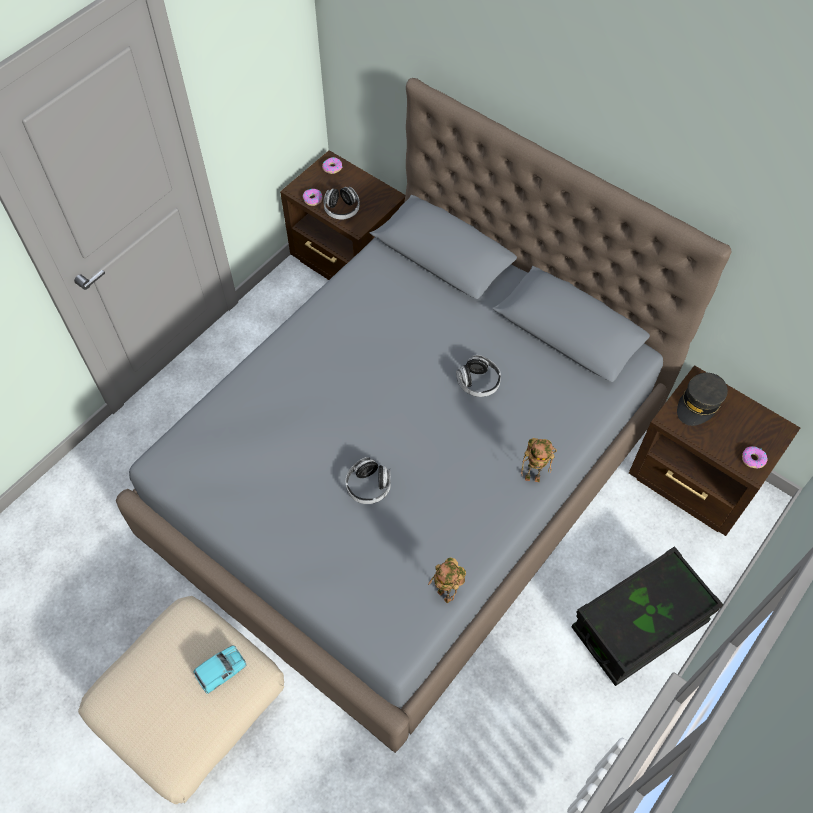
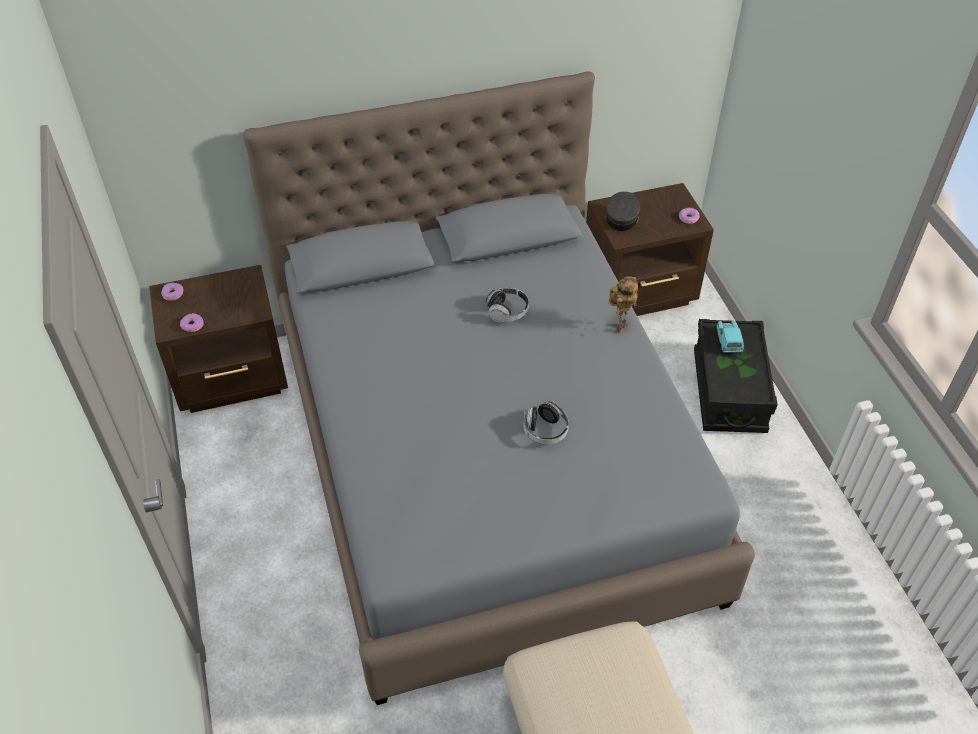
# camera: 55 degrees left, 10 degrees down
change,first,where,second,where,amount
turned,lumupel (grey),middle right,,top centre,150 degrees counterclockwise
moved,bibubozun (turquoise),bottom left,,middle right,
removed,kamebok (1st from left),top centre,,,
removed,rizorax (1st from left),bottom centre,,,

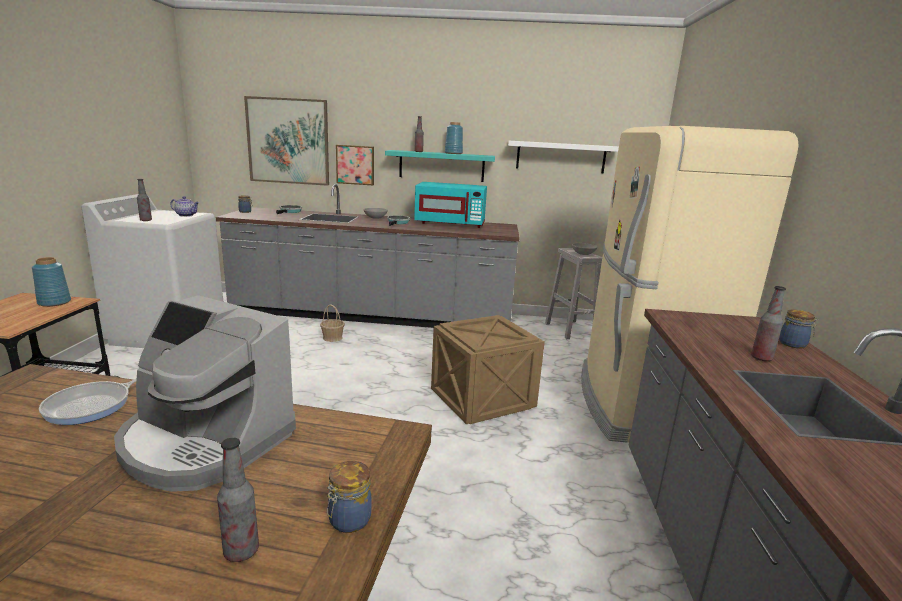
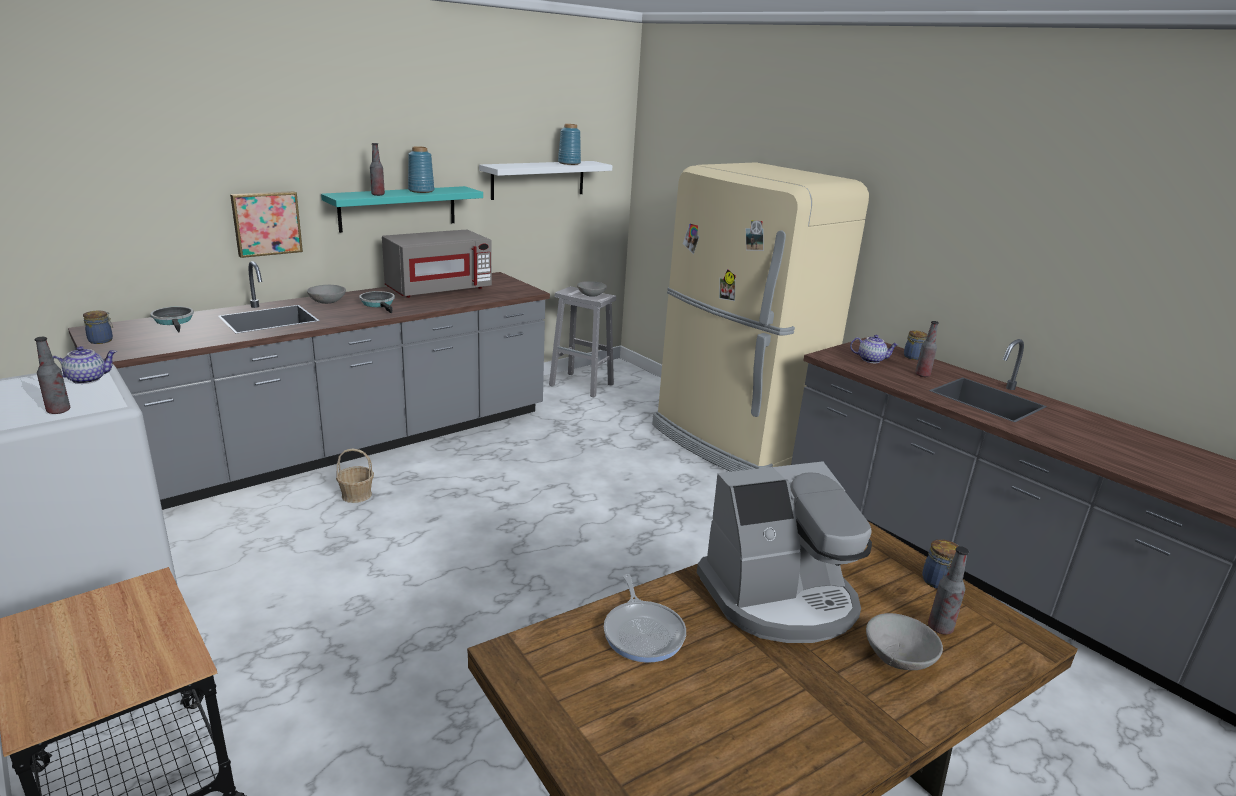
# camera: 45 degrees left, 5 degrees up
change,first,where,second,where,amount
recoloured,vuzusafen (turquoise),centre,vuzusafen (grey),top centre,
moved,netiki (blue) (1st from left in the first image),middle left,netiki (blue) (2nd from left),top centre,
added,,,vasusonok (2nd from left),middle right,
added,,,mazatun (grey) (3rd from left),bottom right,
removed,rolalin (1st from left),top left,,,
removed,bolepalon,centre,,,

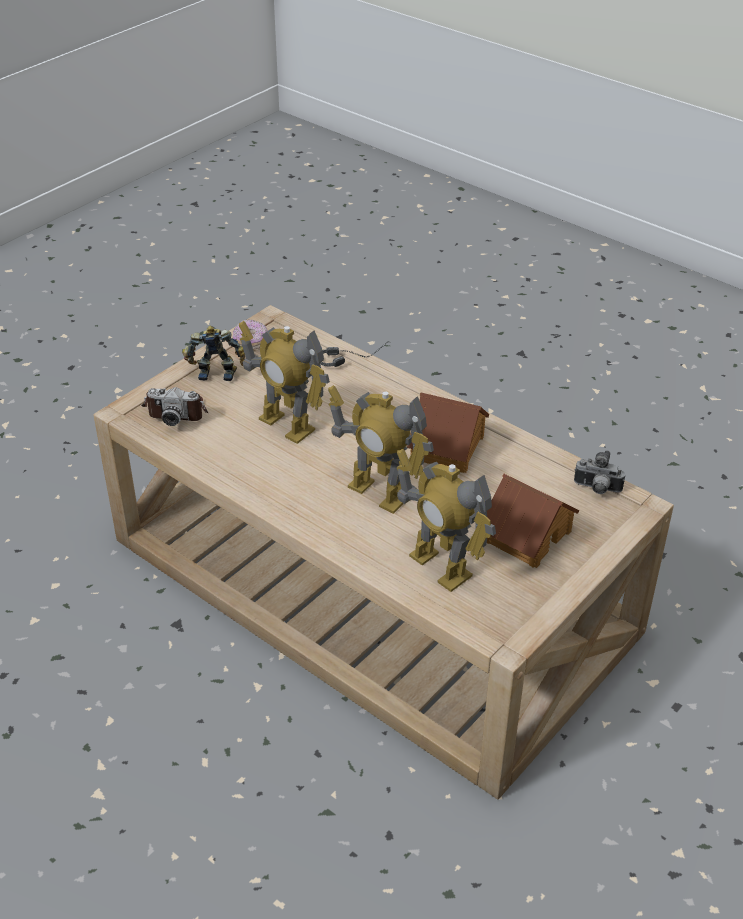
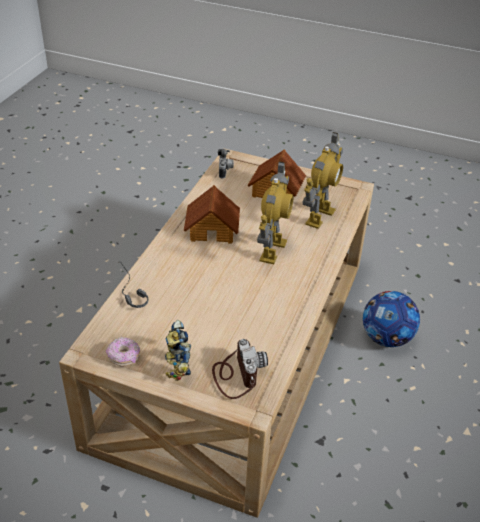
# camera: 110 degrees left, 0 degrees up
change,first,where,second,where,amount
added,,,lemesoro,middle right,
removed,rizorax (2nd from left),centre,,,

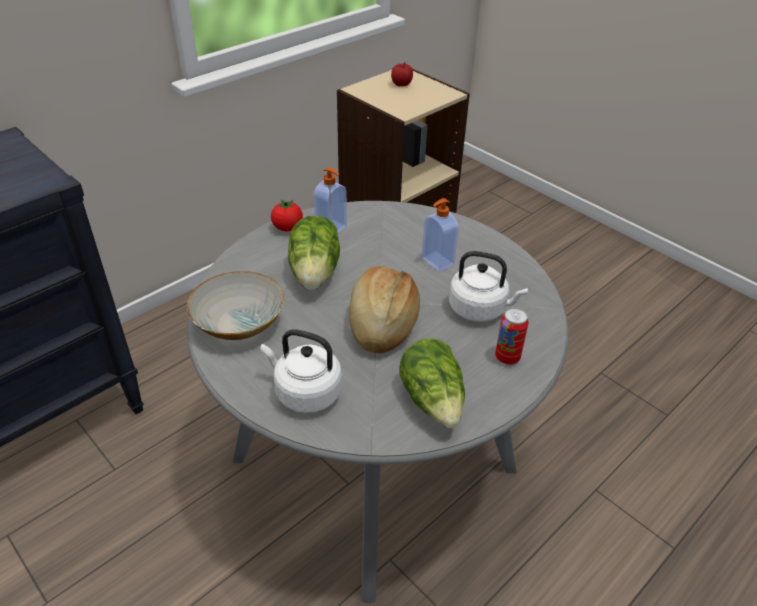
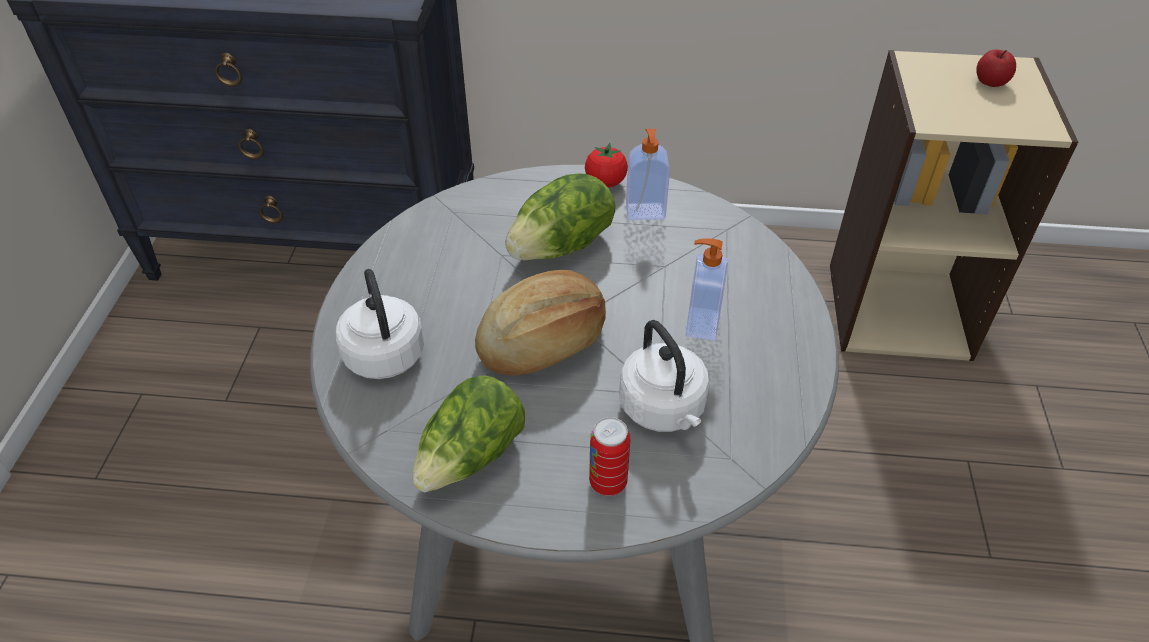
# camera: 50 degrees right, 5 degrees up
change,first,where,second,where,amount
removed,mazatun,middle left,,,

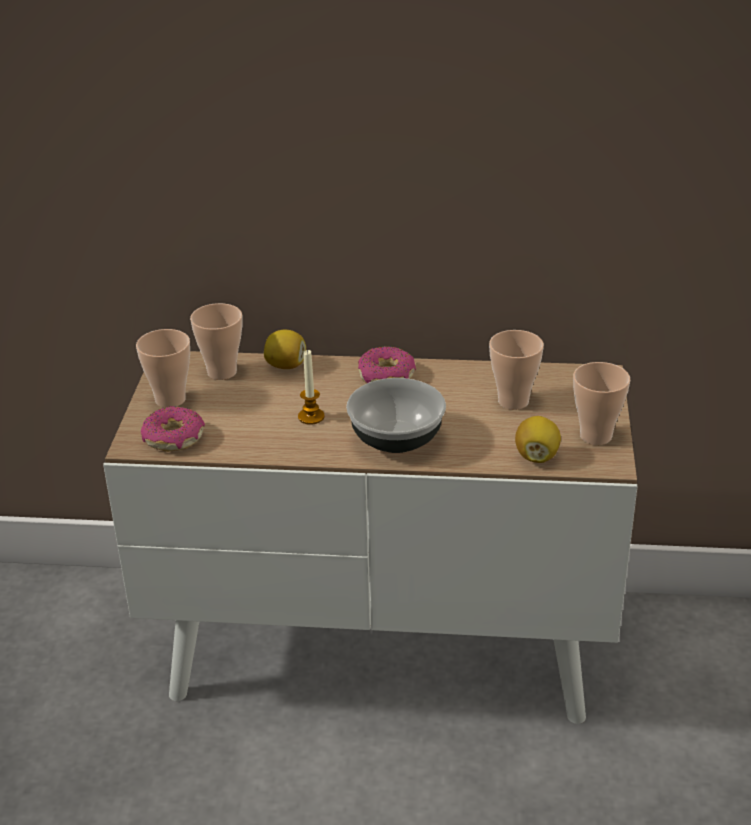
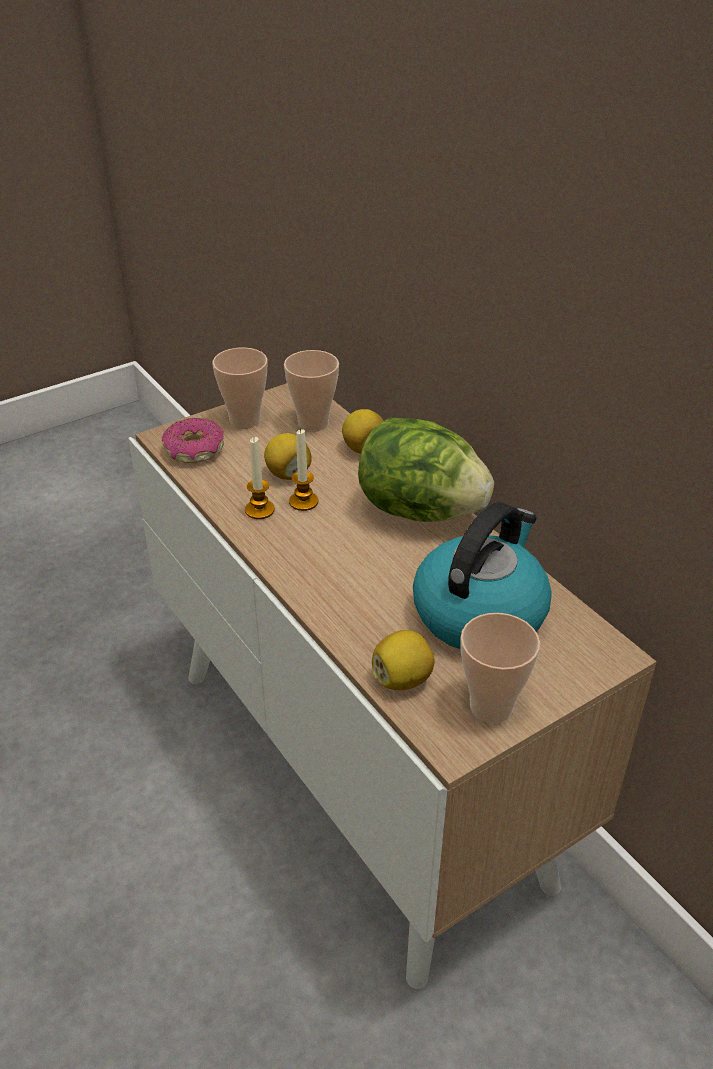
# camera: 50 degrees right, 5 degrees up
change,first,where,second,where,amount
added,,,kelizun (1st from left),centre,
added,,,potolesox (1st from left),centre,
replaced,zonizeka (2nd from left),centre,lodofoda,centre,
replaced,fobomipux (3rd from left),middle right,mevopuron,middle right,
removed,mazatun,centre,,,

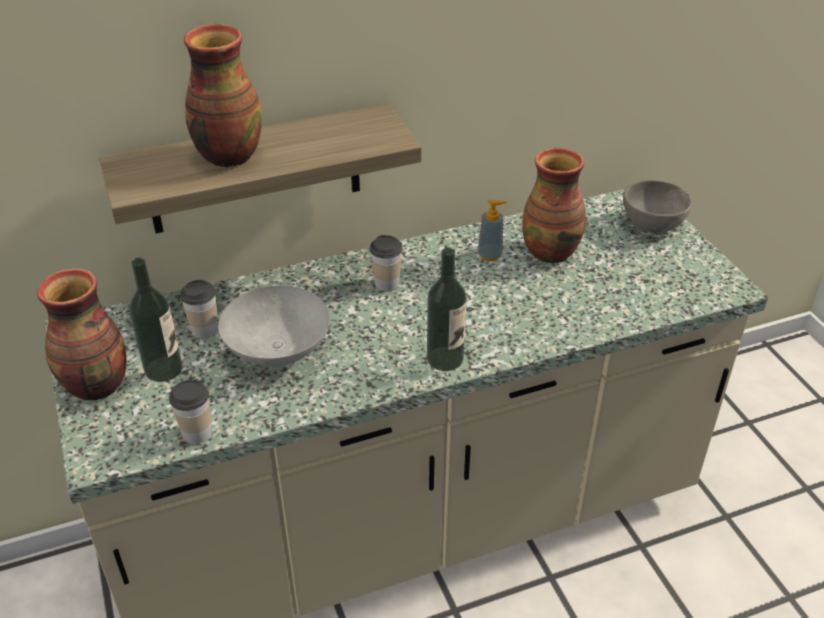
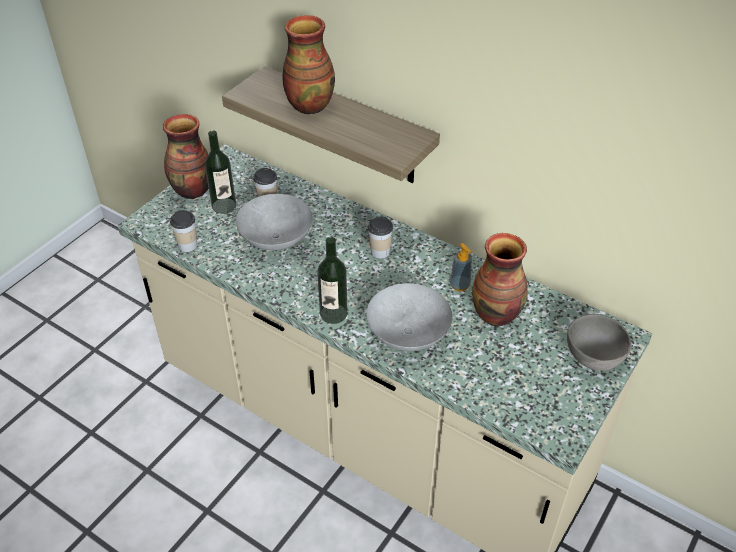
# camera: 55 degrees right, 5 degrees up
change,first,where,second,where,amount
added,,,mazatun (grey) (2nd from left),centre,

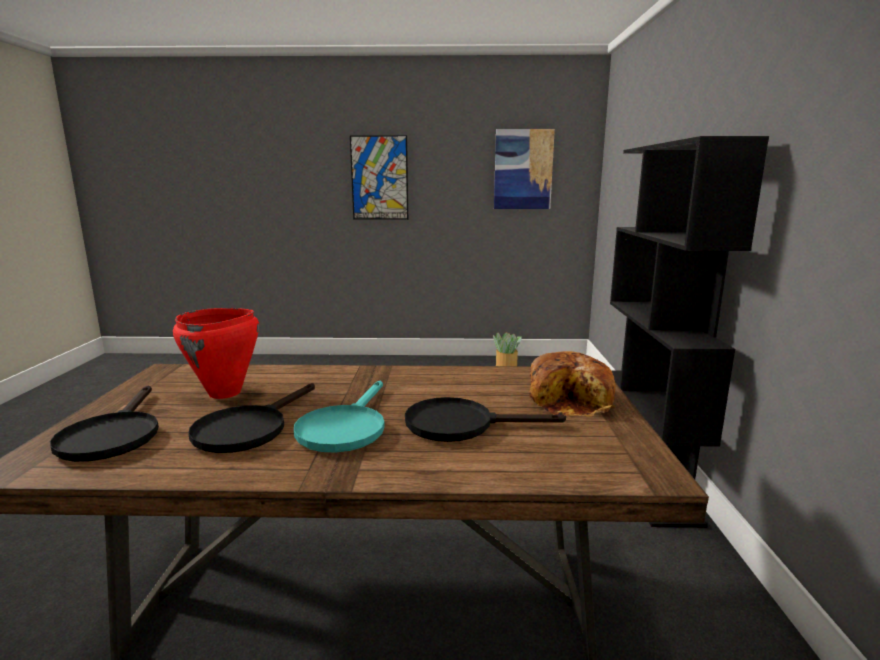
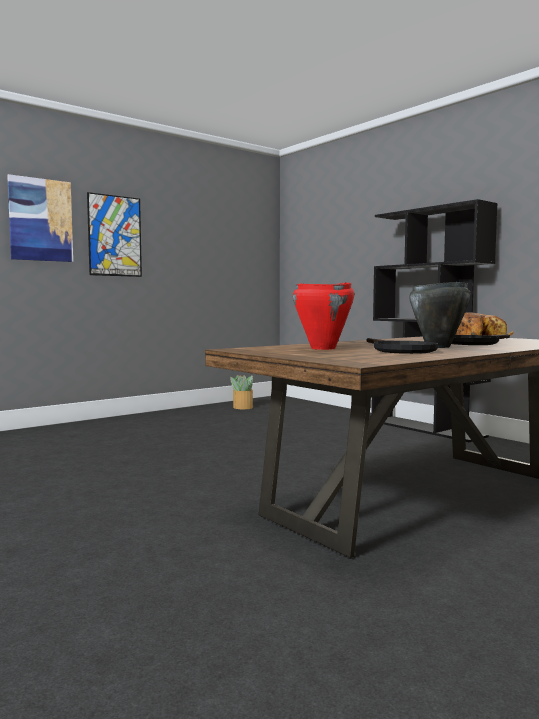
# camera: 40 degrees left, 10 degrees down
change,first,where,second,where,amount
moved,rolalin (2nd from left in the first image),top centre,rolalin (1st from left),top left,
replaced,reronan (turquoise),centre,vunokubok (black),middle right,
removed,reronan (black) (1st from left),middle left,,,

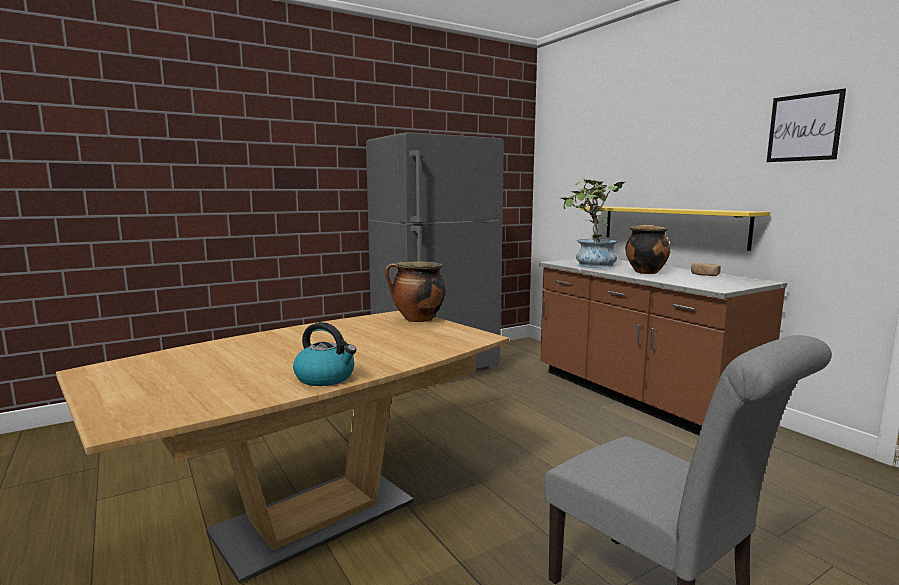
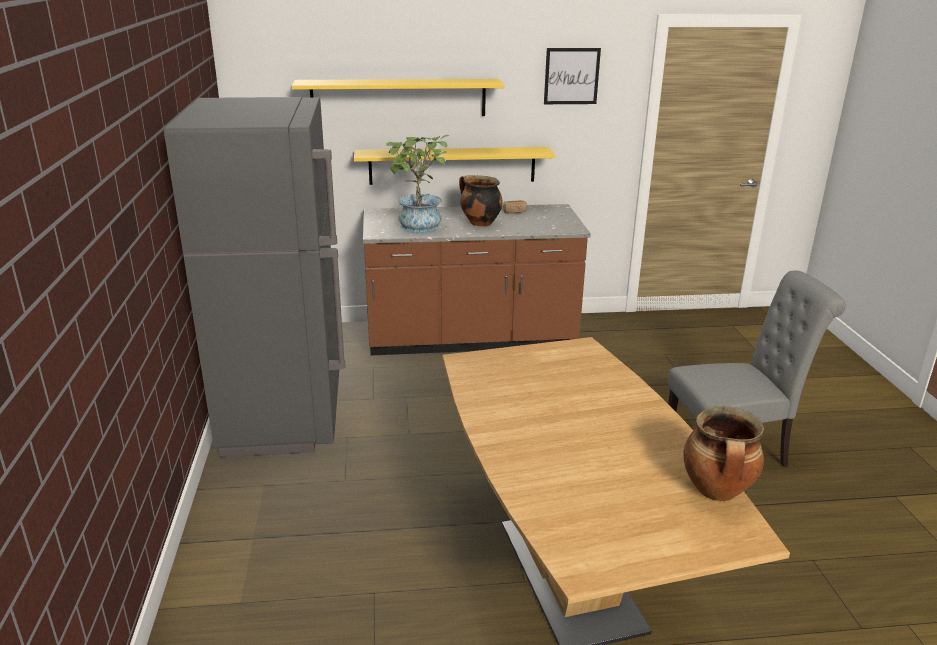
# camera: 65 degrees left, 15 degrees up
change,first,where,second,where,amount
added,,,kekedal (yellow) (1st from left),top centre,
moved,vunokubok (1st from left in the first image),centre,vunokubok (2nd from left),bottom right,
removed,mevopuron,centre,,,

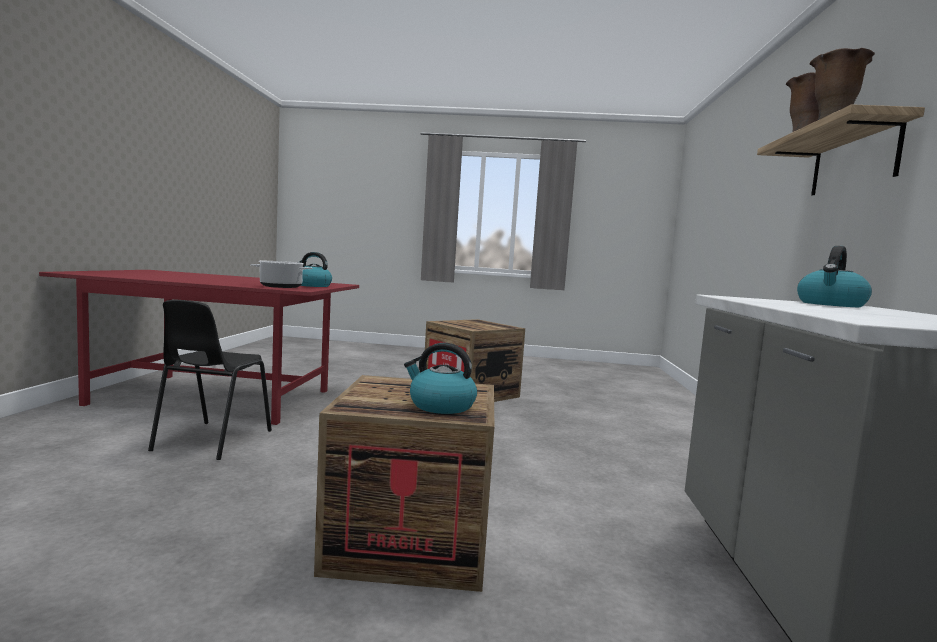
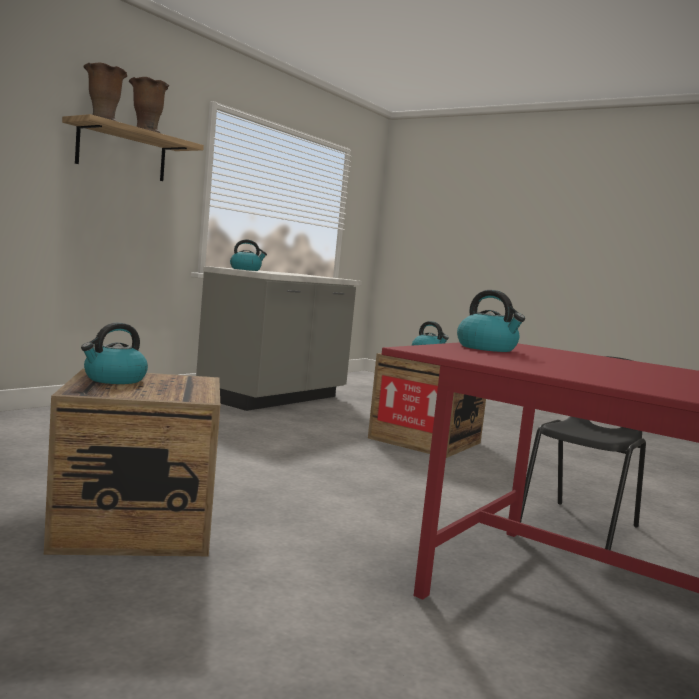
# camera: 150 degrees left, 0 degrees up
change,first,where,second,where,amount
added,,,mevopuron (1st from left),middle left,
removed,vunokubok,middle left,,,

